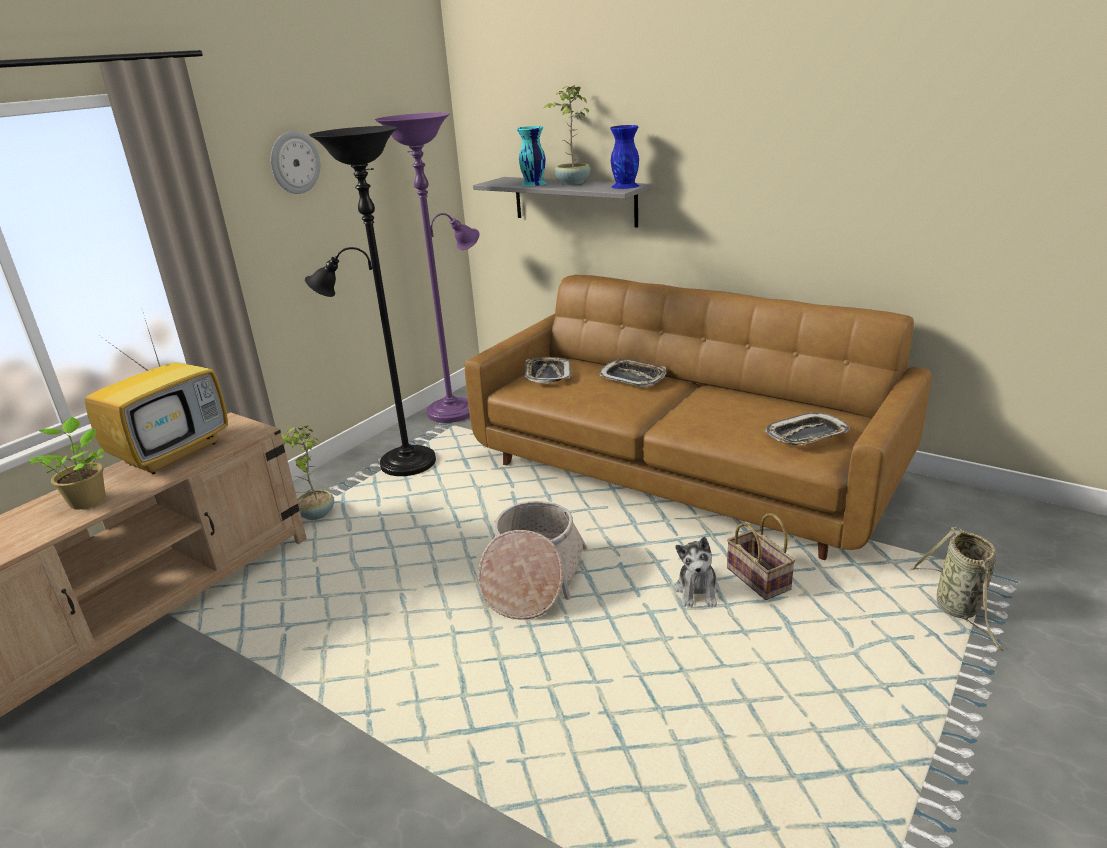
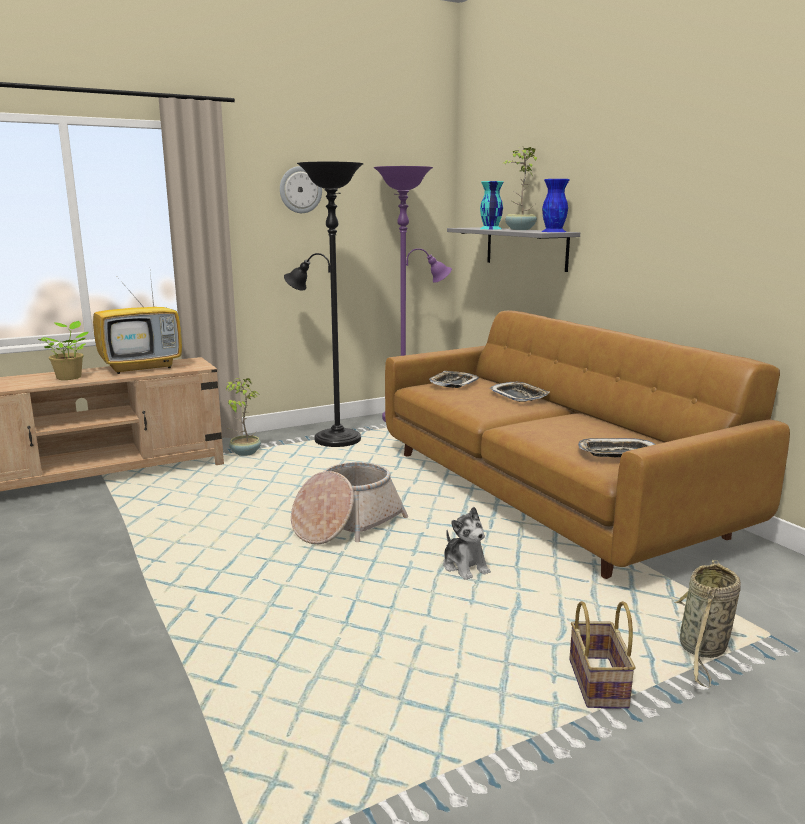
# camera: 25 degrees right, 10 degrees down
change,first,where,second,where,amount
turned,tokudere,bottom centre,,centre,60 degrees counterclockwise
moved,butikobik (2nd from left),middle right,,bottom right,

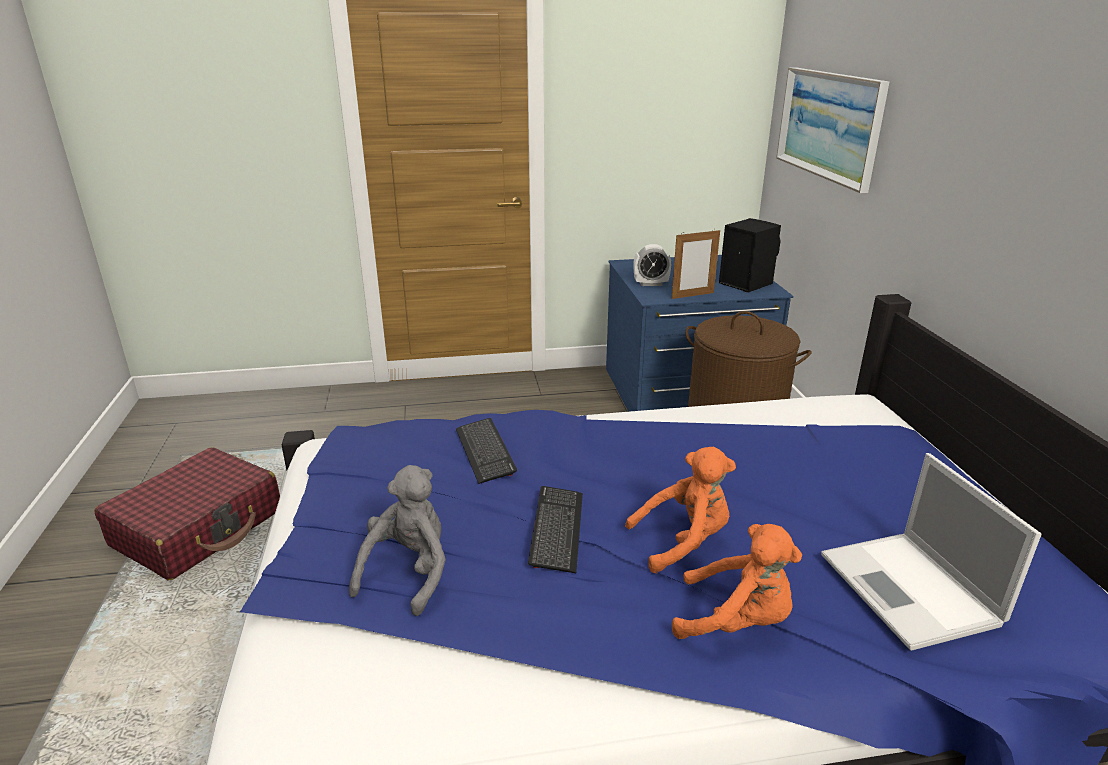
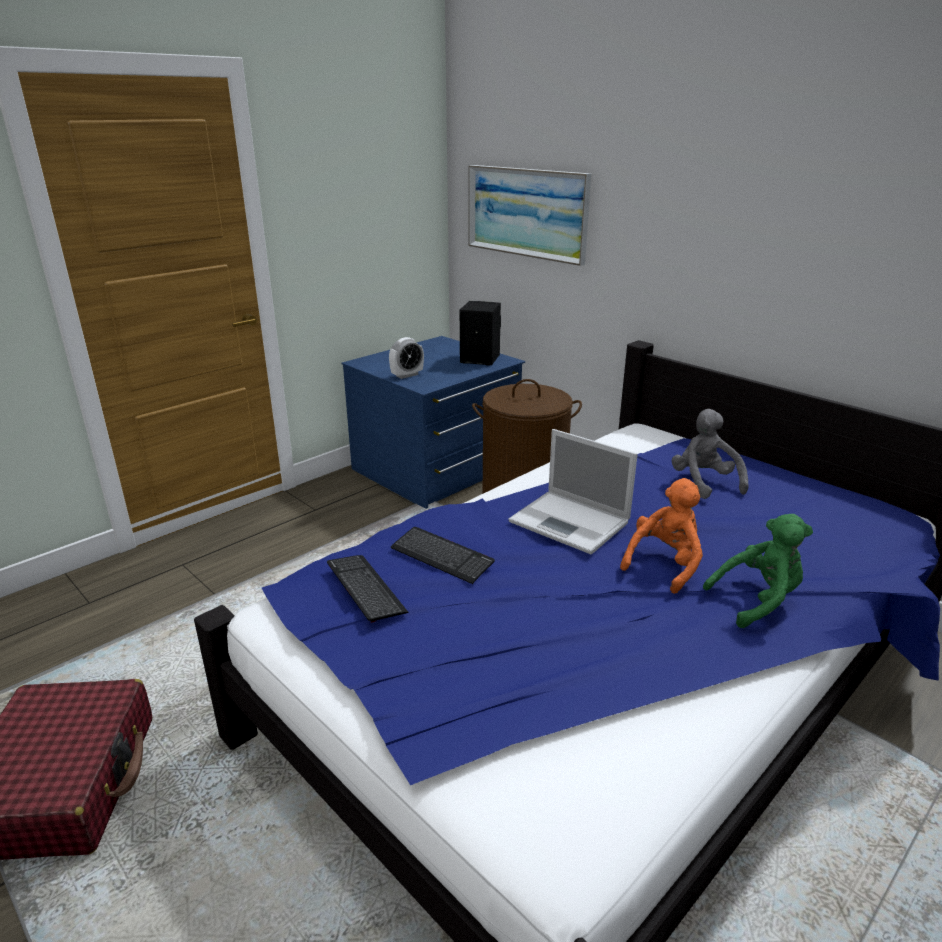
# camera: 35 degrees left, 0 degrees up
change,first,where,second,where,amount
moved,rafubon (2nd from left in the first image),bottom centre,rafubon (1st from left),centre,
moved,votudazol,bottom right,,centre,
moved,tokudere (grey),bottom centre,,middle right,
recoloured,tokudere (orange) (2nd from left),bottom centre,tokudere (green),middle right,
removed,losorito,centre,,,

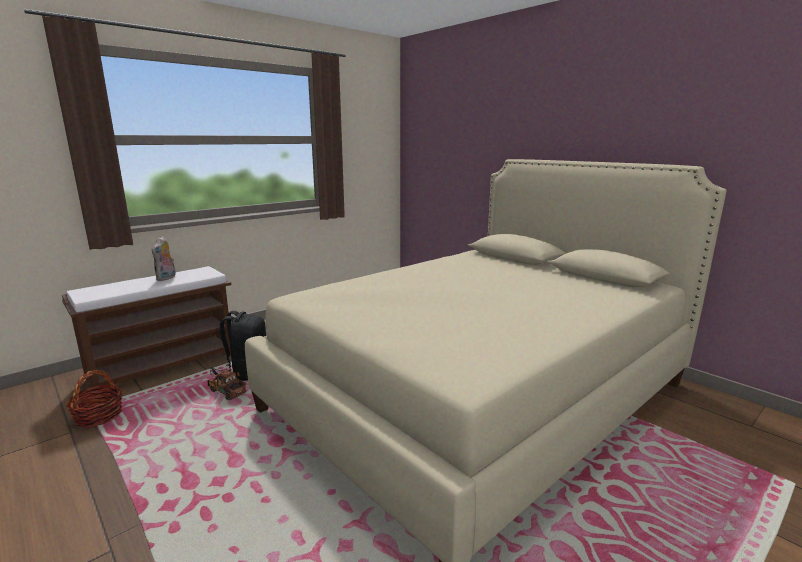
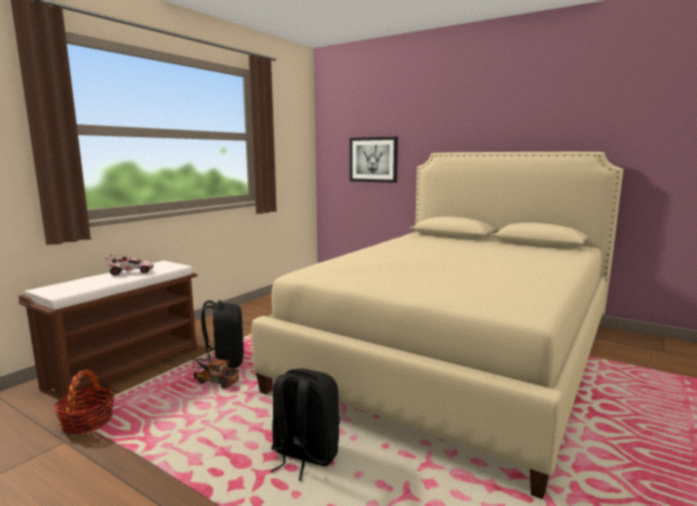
# camera: 15 degrees left, 5 degrees down
change,first,where,second,where,amount
replaced,tokudere,middle left,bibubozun,middle left,
added,,,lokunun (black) (2nd from left),bottom centre,
added,,,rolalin,top centre,

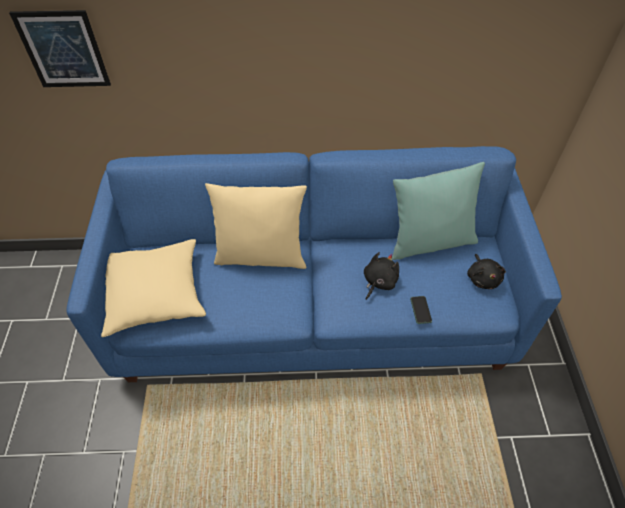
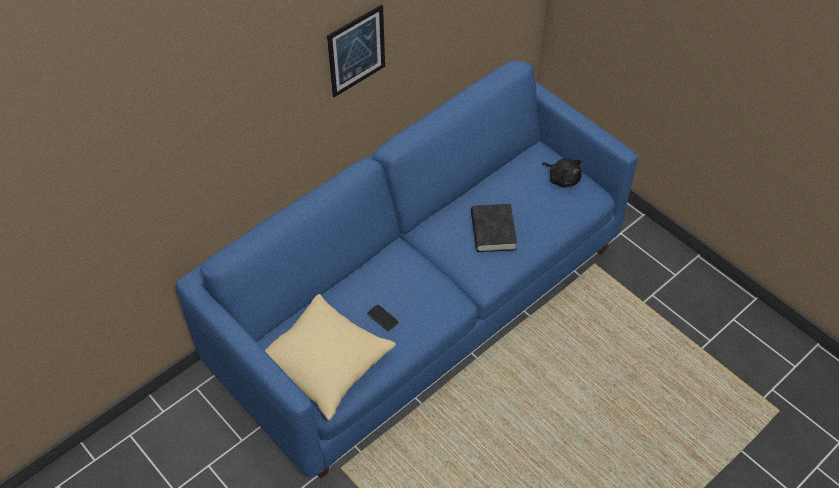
# camera: 40 degrees left, 0 degrees up
change,first,where,second,where,amount
moved,rolalin,top left,,top centre,
moved,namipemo,middle right,,centre,
replaced,tokudere (black) (1st from left),centre,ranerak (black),centre,
removed,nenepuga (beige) (2nd from left),centre,,,
removed,nenepuga (turquoise),middle right,,,

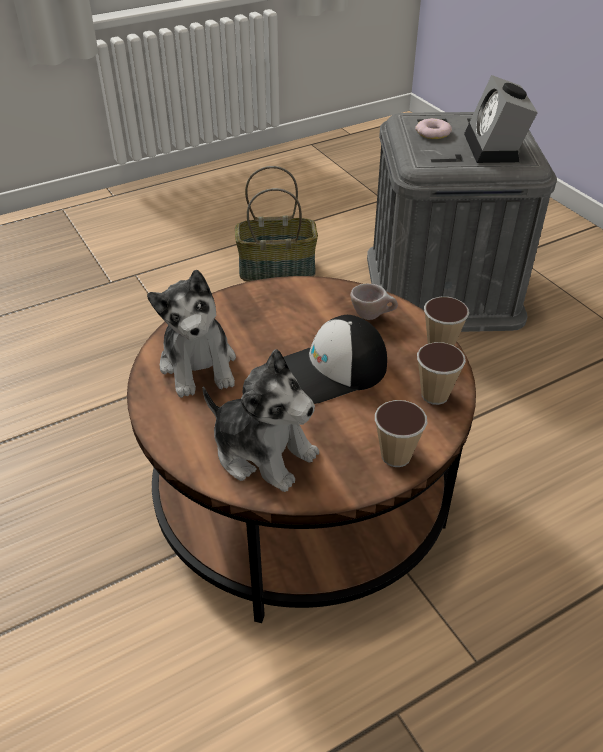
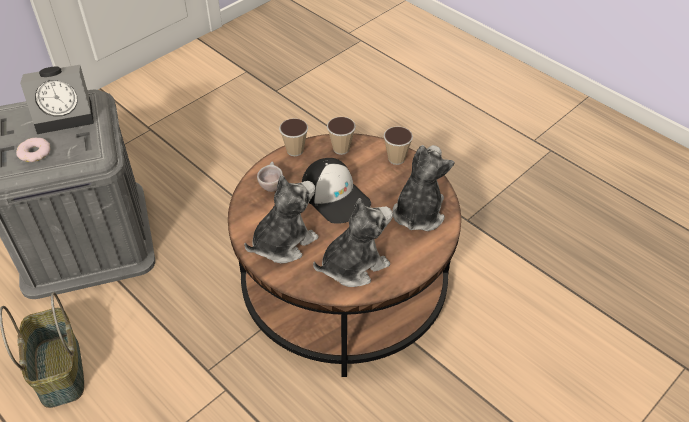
# camera: 105 degrees left, 5 degrees up
change,first,where,second,where,amount
added,,,tokudere (1st from left),centre,

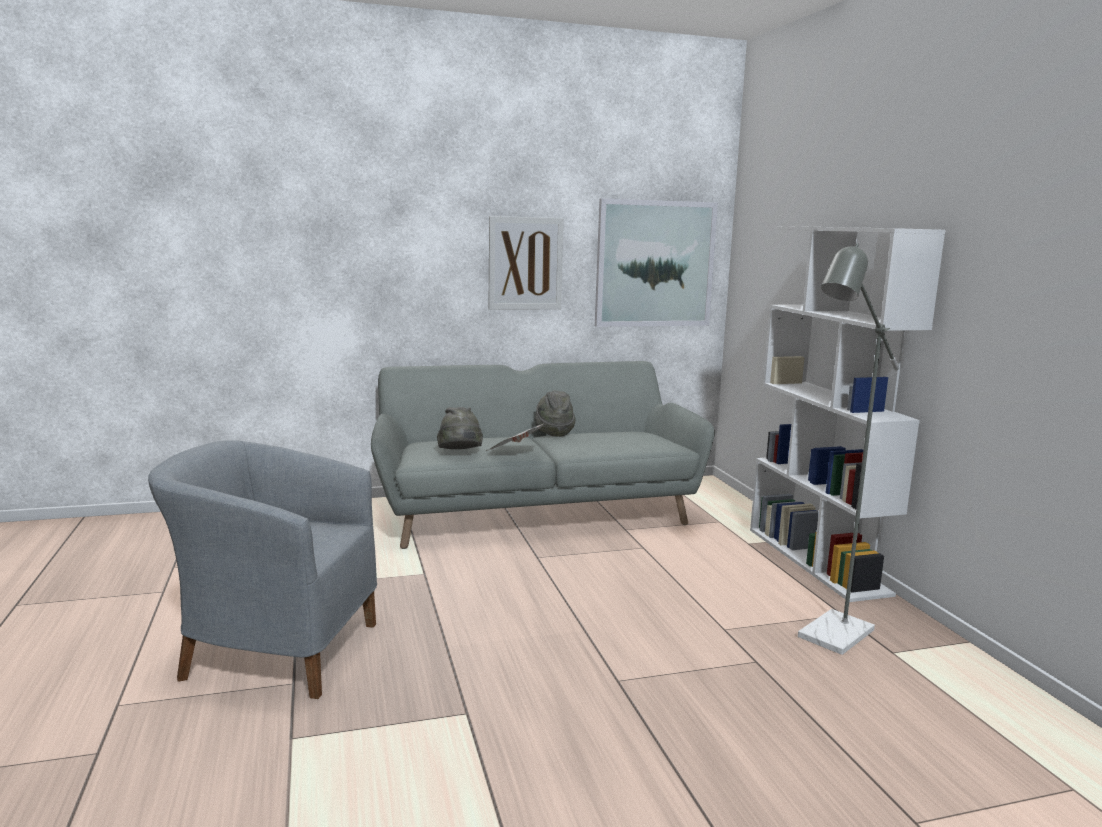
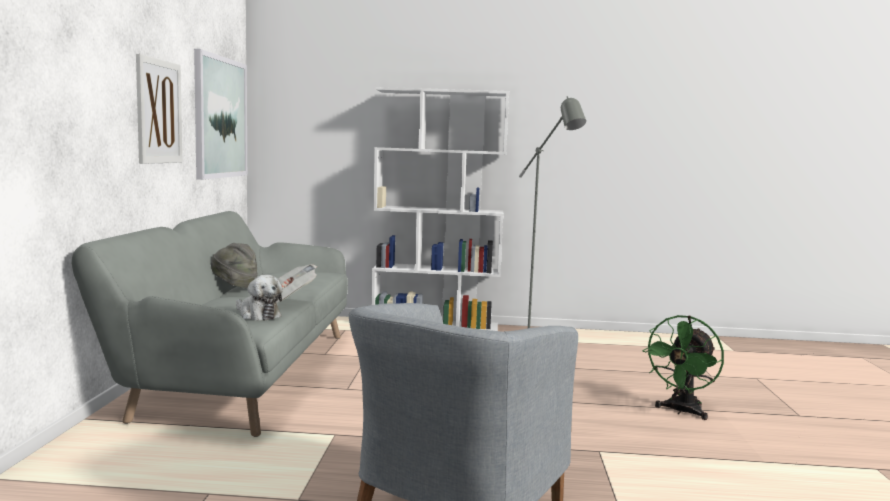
# camera: 70 degrees left, 5 degrees down
change,first,where,second,where,amount
replaced,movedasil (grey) (1st from left),centre,tokudere,middle left,
added,,,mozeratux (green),bottom right,

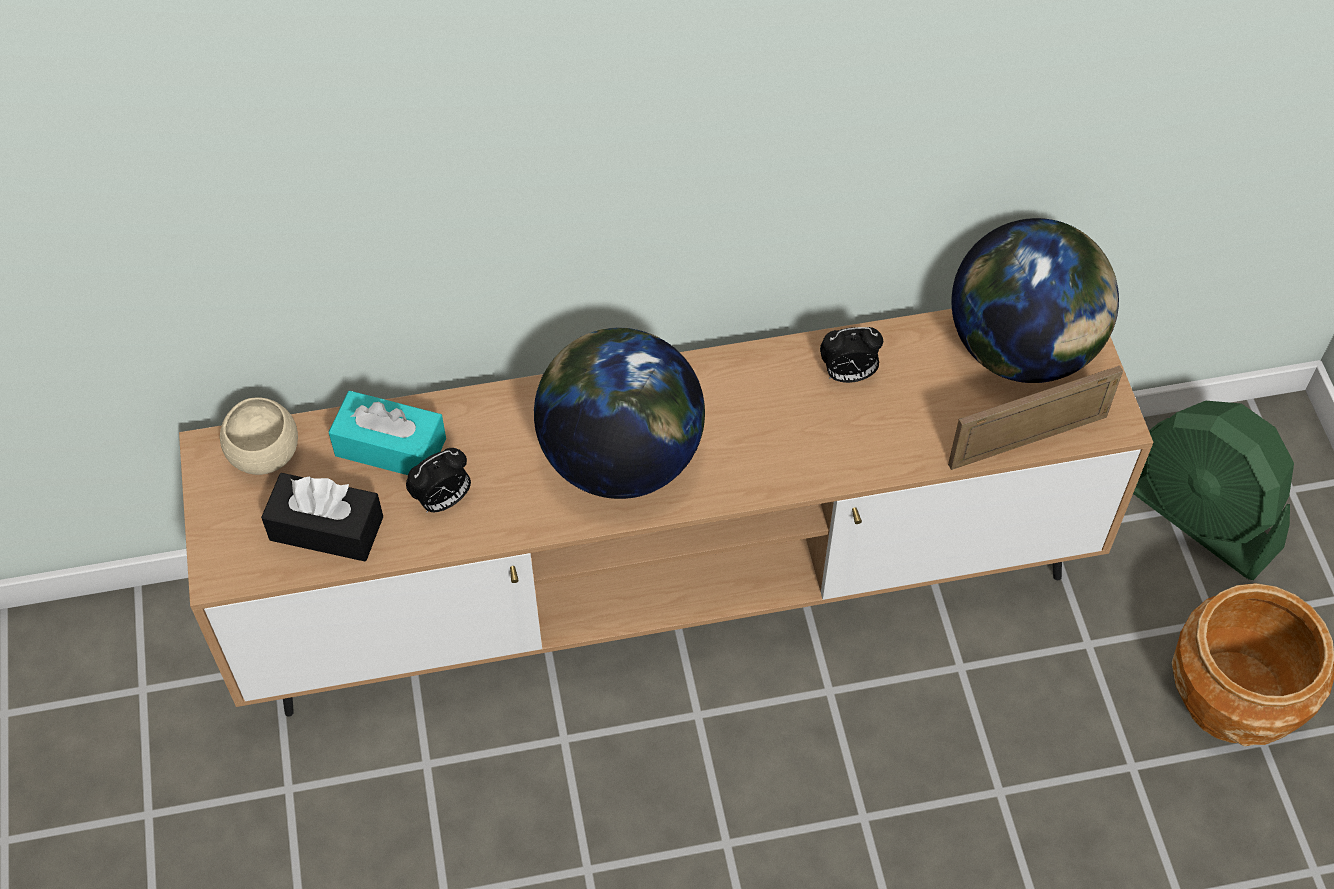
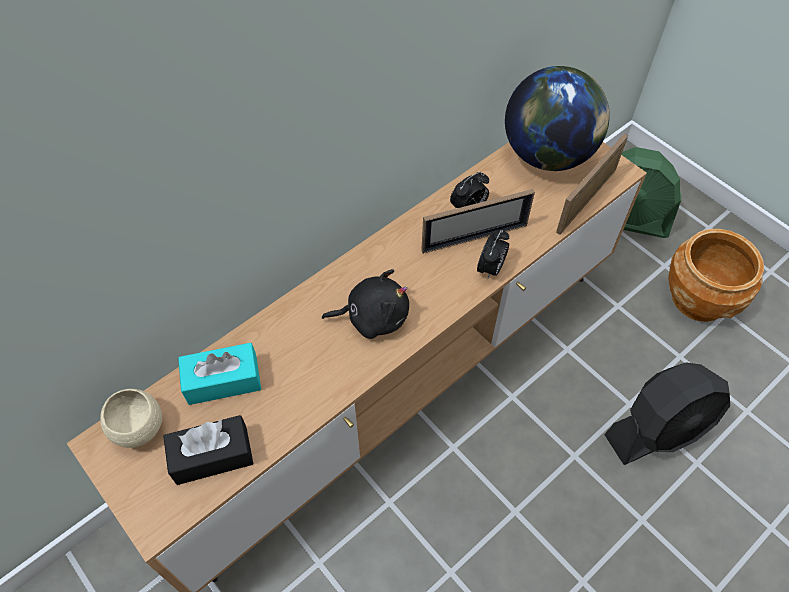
# camera: 30 degrees left, 0 degrees up
change,first,where,second,where,amount
replaced,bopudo (1st from left),centre,tokudere (black),centre,
added,,,losorito (1st from left),centre,
moved,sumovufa (1st from left in the first image),middle left,sumovufa (2nd from left),centre,
added,,,mozeratux (black),bottom right,

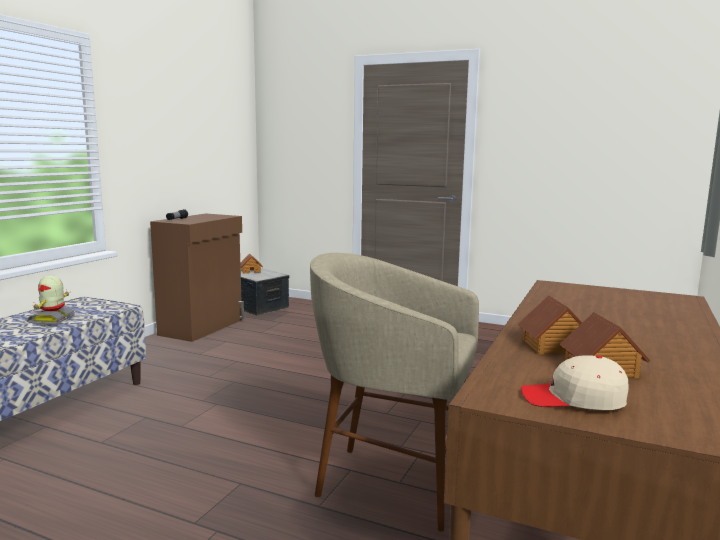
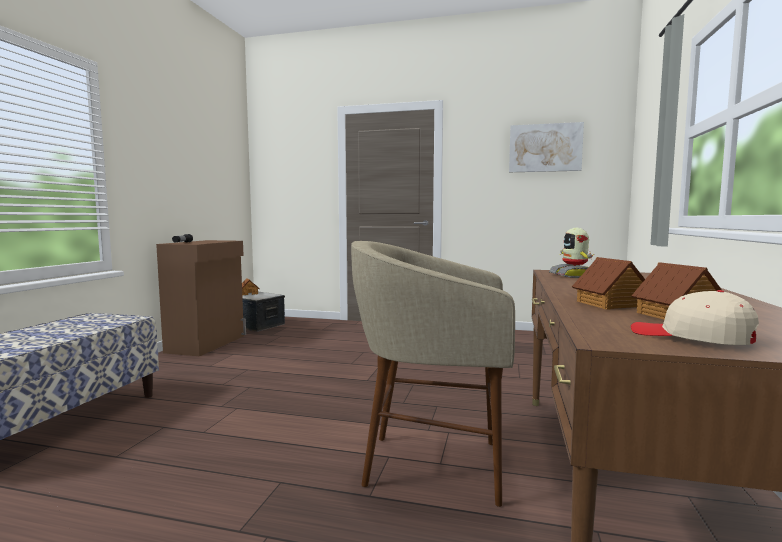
# camera: 10 degrees left, 5 degrees down
change,first,where,second,where,amount
added,,,rolalin,top right,
moved,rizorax,middle left,,middle right,
turned,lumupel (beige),bottom right,,middle right,45 degrees clockwise

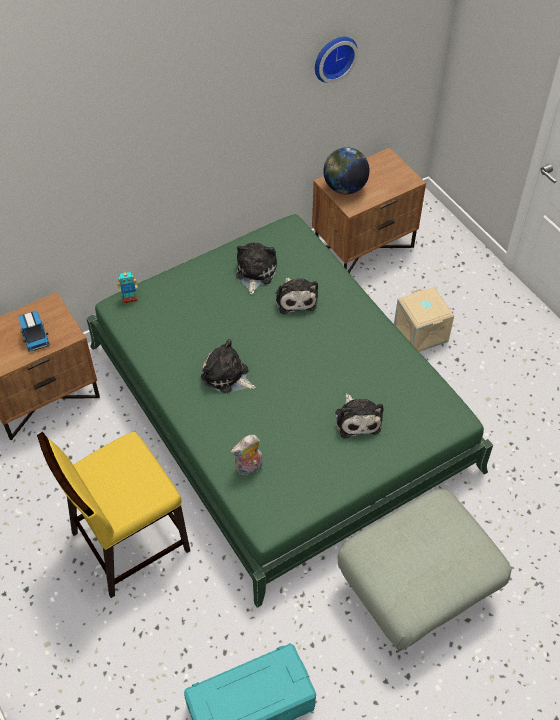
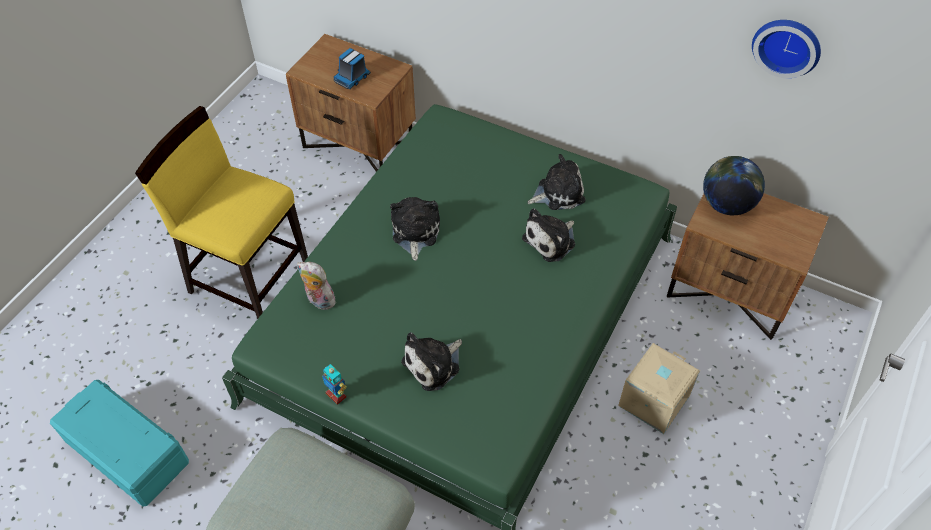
# camera: 60 degrees right, 0 degrees up
change,first,where,second,where,amount
moved,rizorax,middle left,,bottom centre,

